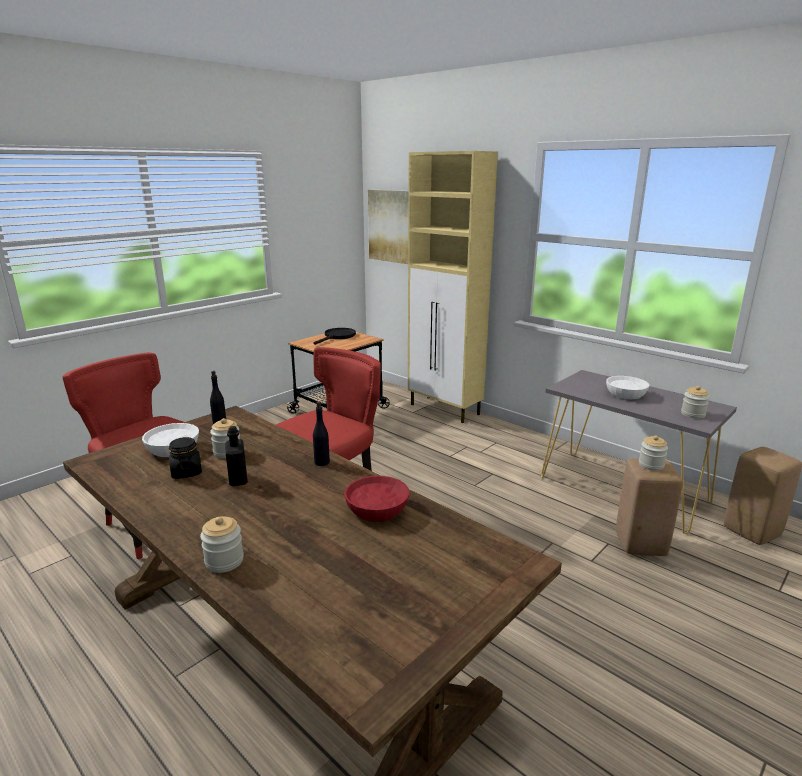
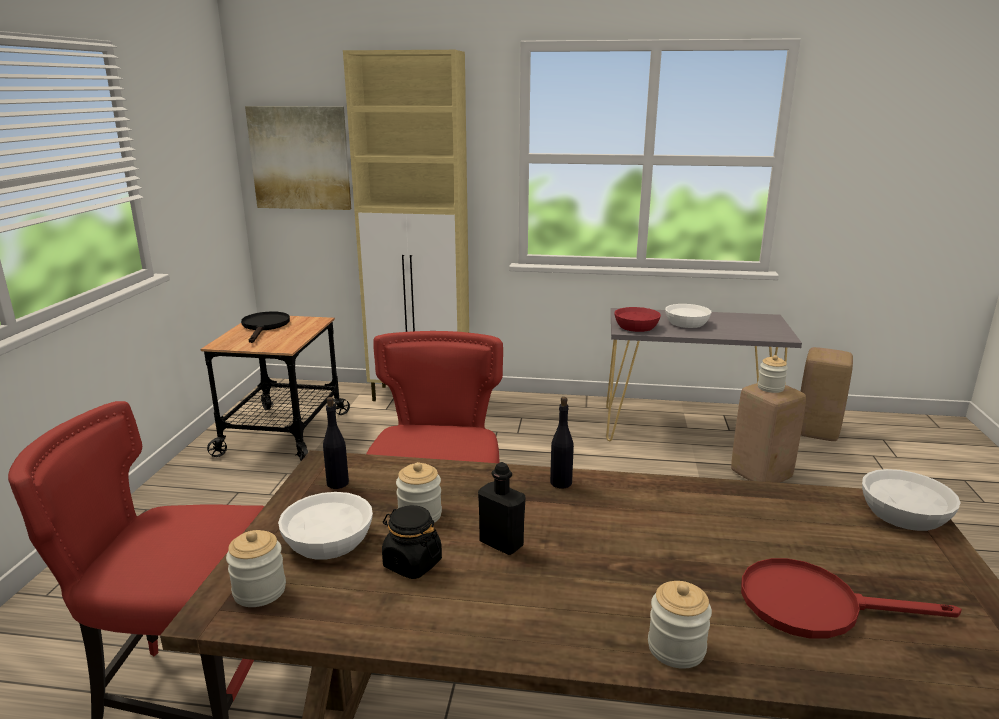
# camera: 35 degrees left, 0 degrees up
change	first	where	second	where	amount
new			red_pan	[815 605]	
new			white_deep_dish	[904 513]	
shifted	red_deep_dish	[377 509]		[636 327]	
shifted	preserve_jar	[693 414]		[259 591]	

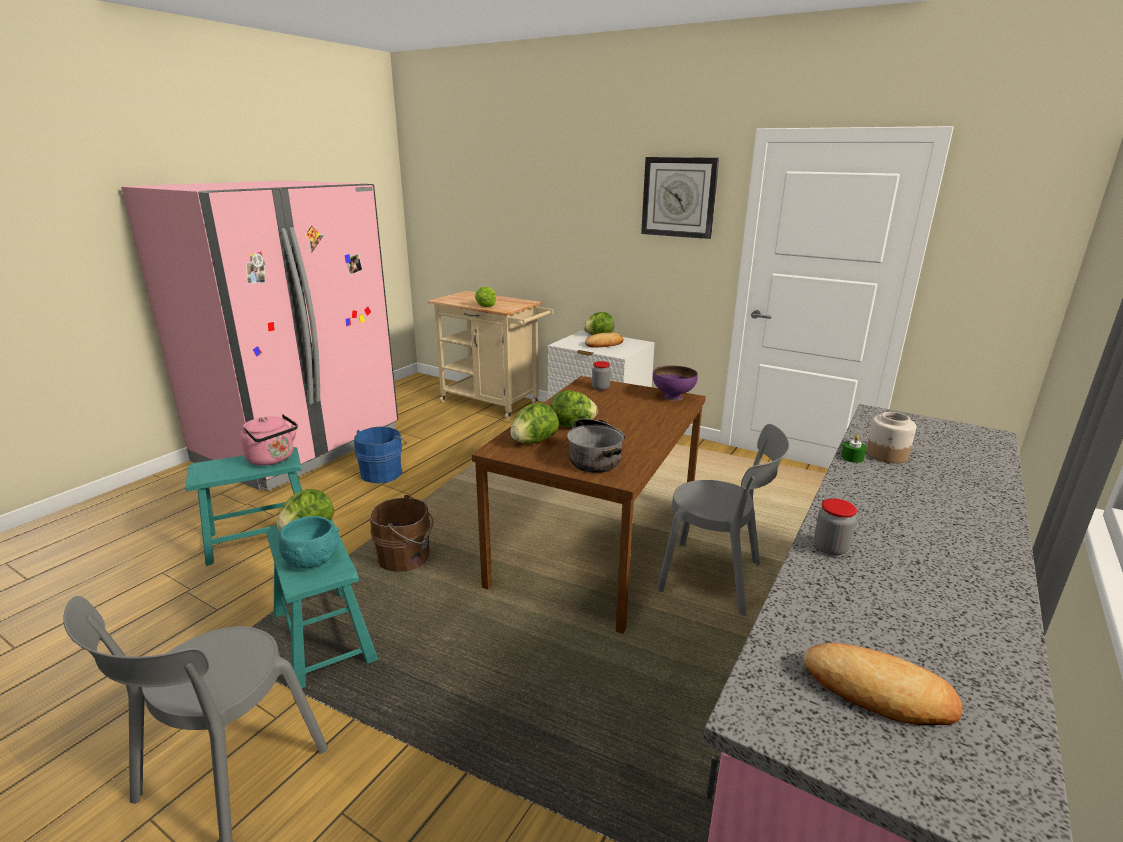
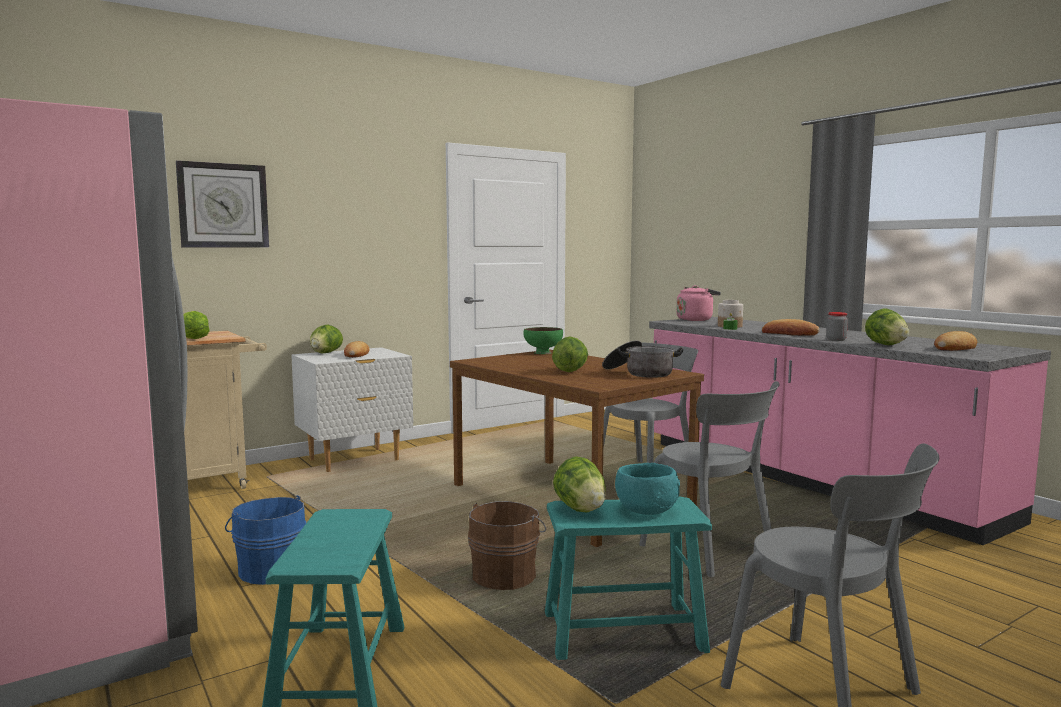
# camera: 65 degrees left, 15 degrees down
change	first	where	second	where	amount
gone	preserve_jar	[600 388]			
new			greyish_chair	[711 551]	
new			baked_bread	[789 334]	
shifted	pink-coloured_tea_kettle	[273 459]		[696 320]	
shifted	lettuce_head	[533 442]		[886 345]	
shifted	clock_on_the_wall	[679 197]		[223 205]	
repainted	purplish_deep_dish	[673 397]	green-coloured_deep_dish	[543 353]	

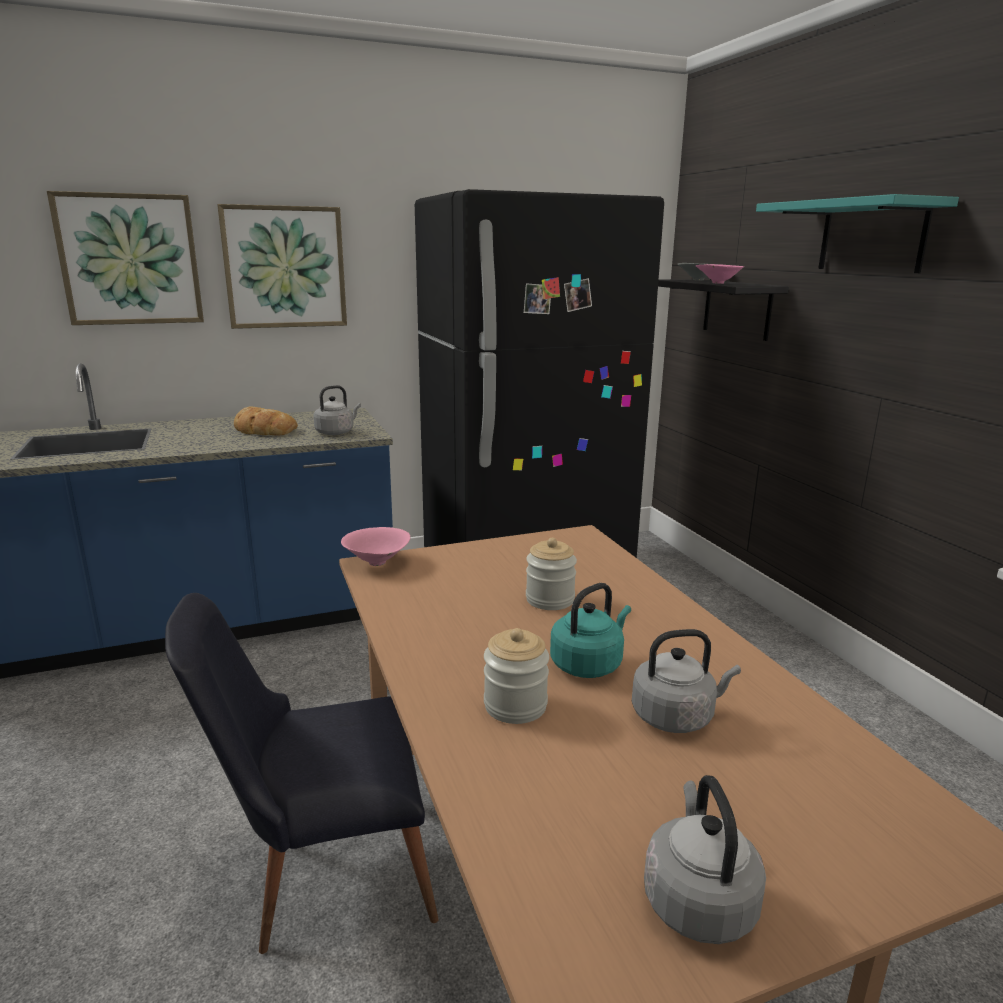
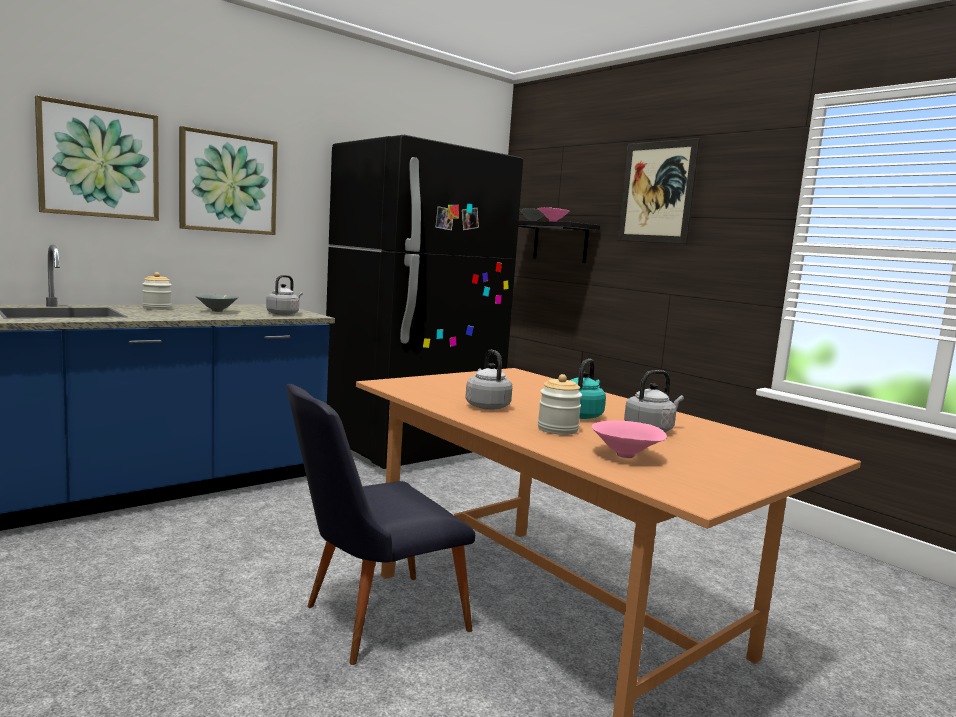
# camera: 20 degrees left, 10 degrees down
change	first	where	second	where	amount
shifted	pink-coloured_deep_dish	[377 563]		[627 456]	
shifted	preserve_jar	[550 599]		[157 308]	
shifted	greyish_tea_kettle	[697 899]		[486 406]	
swapped	baked_bread	[263 430]	greyish_deep_dish	[217 311]	
swapped	blue-green_bracket_shelf	[872 236]	picture	[657 192]	

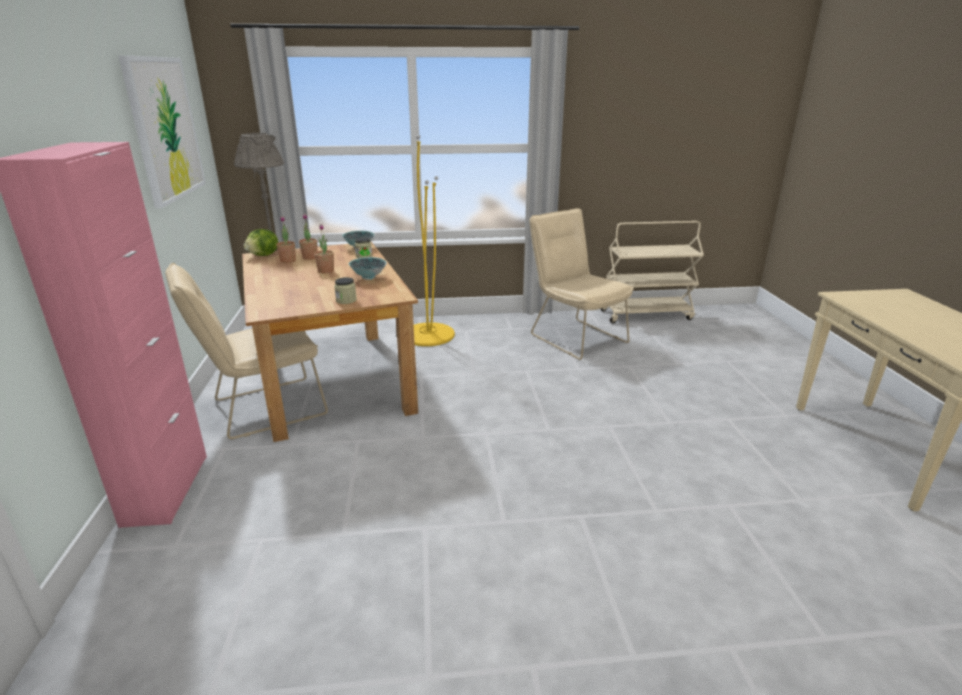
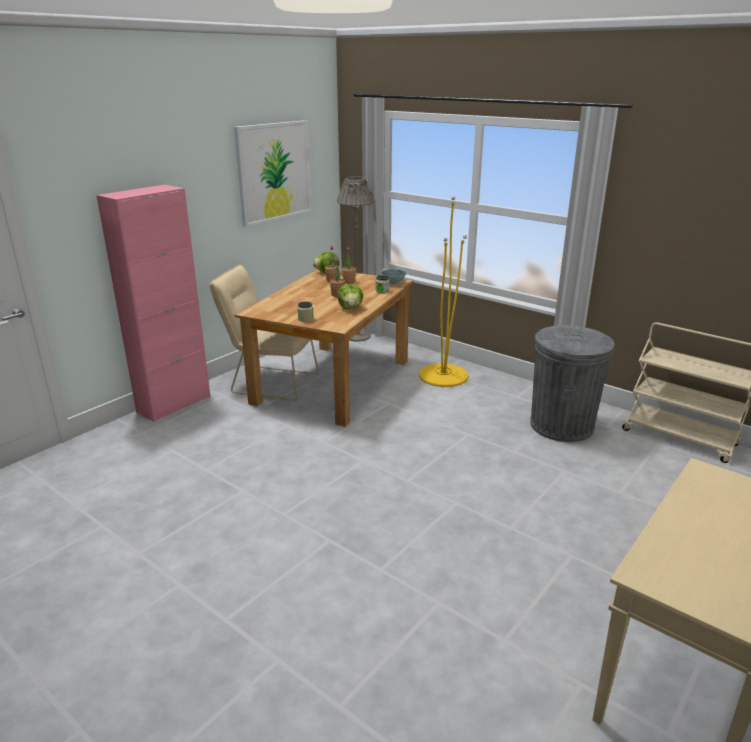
# camera: 45 degrees right, 0 degrees up
change	first	where	second	where	amount
swapped	deep_dish	[368 278]	lettuce_head	[350 308]	
swapped	sand-coloured_chair	[574 336]	greyish_rubbish_bin	[562 425]	

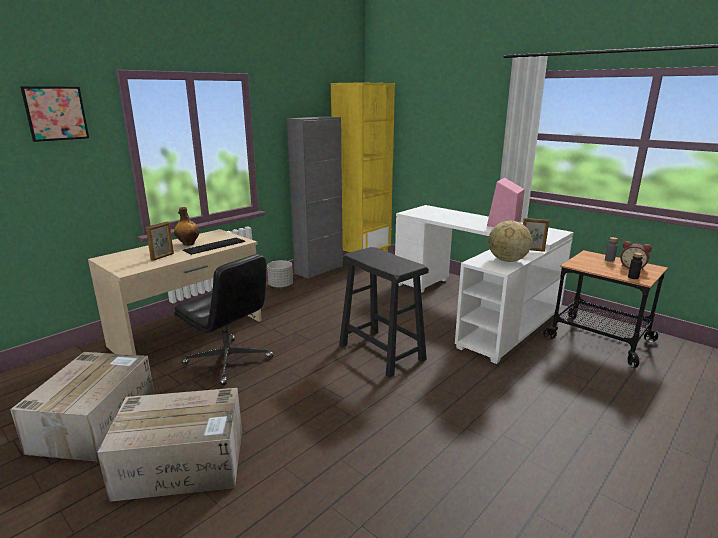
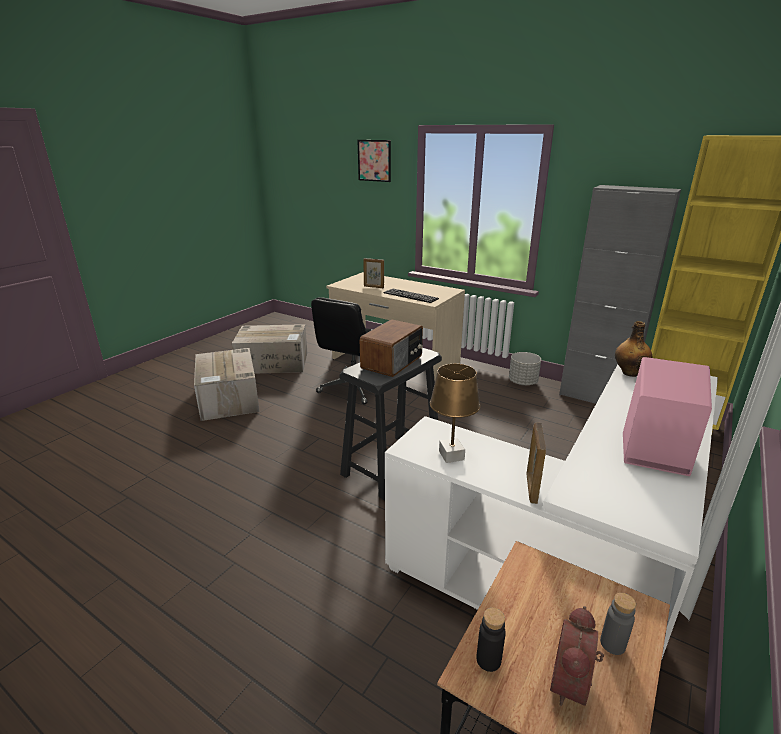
# camera: 80 degrees right, 5 degrees up
change	first	where	second	where	amount
new			radio	[393 362]	
shifted	beverage_bottle	[188 244]		[629 373]	
swapped	globe	[507 260]	brown_table_lamp	[451 455]	

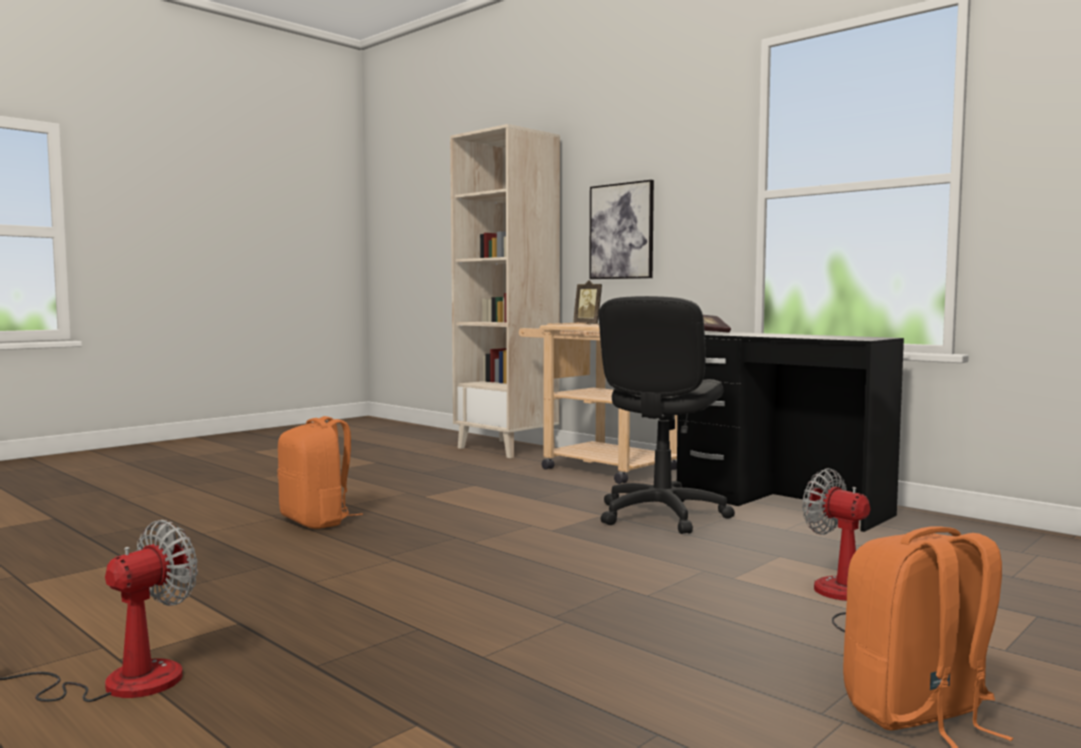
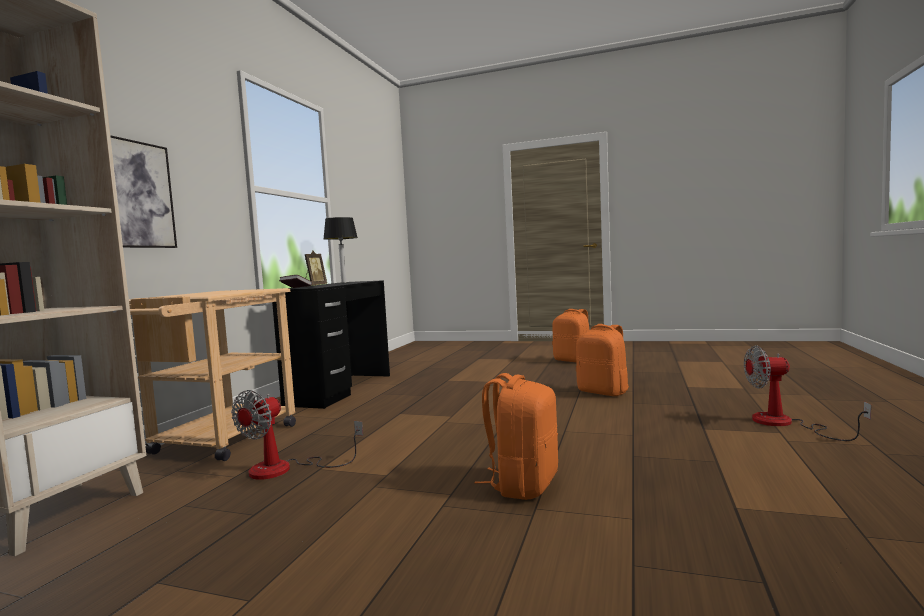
# camera: 115 degrees left, 0 degrees up
change	first	where	second	where	amount
gone	black-coloured_desk_chair	[661 515]			
new			table_lamp	[344 282]	
new			orange-coloured_rucksack	[603 392]	
shifted	picture_frame	[589 324]		[314 286]	
shifted	cooling_fan	[844 598]		[285 469]	

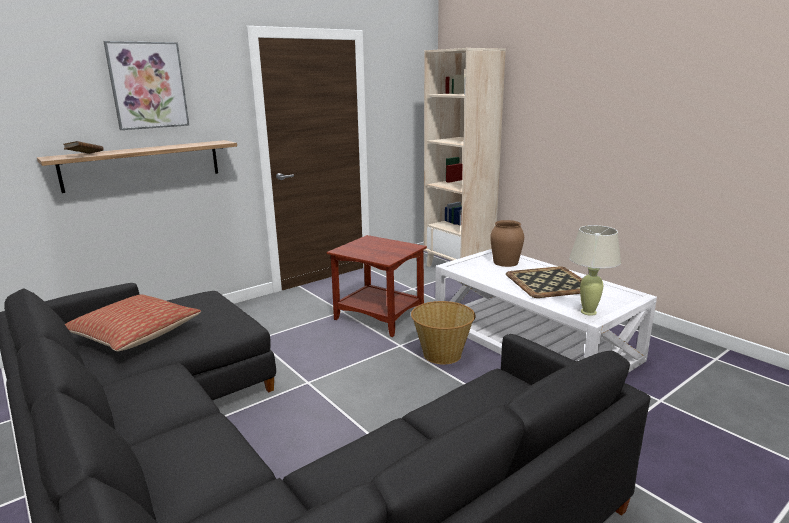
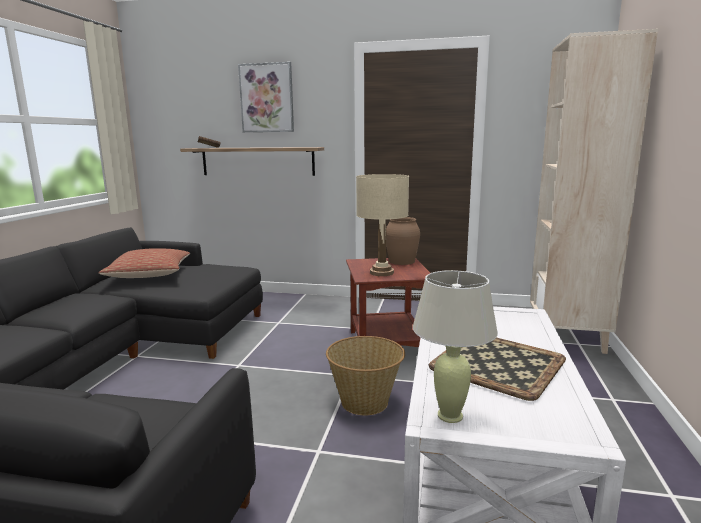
# camera: 50 degrees right, 5 degrees down
change	first	where	second	where	amount
new			sand-coloured_table_lamp	[381 273]	
shifted	brown_flower_vase	[506 262]		[401 261]	

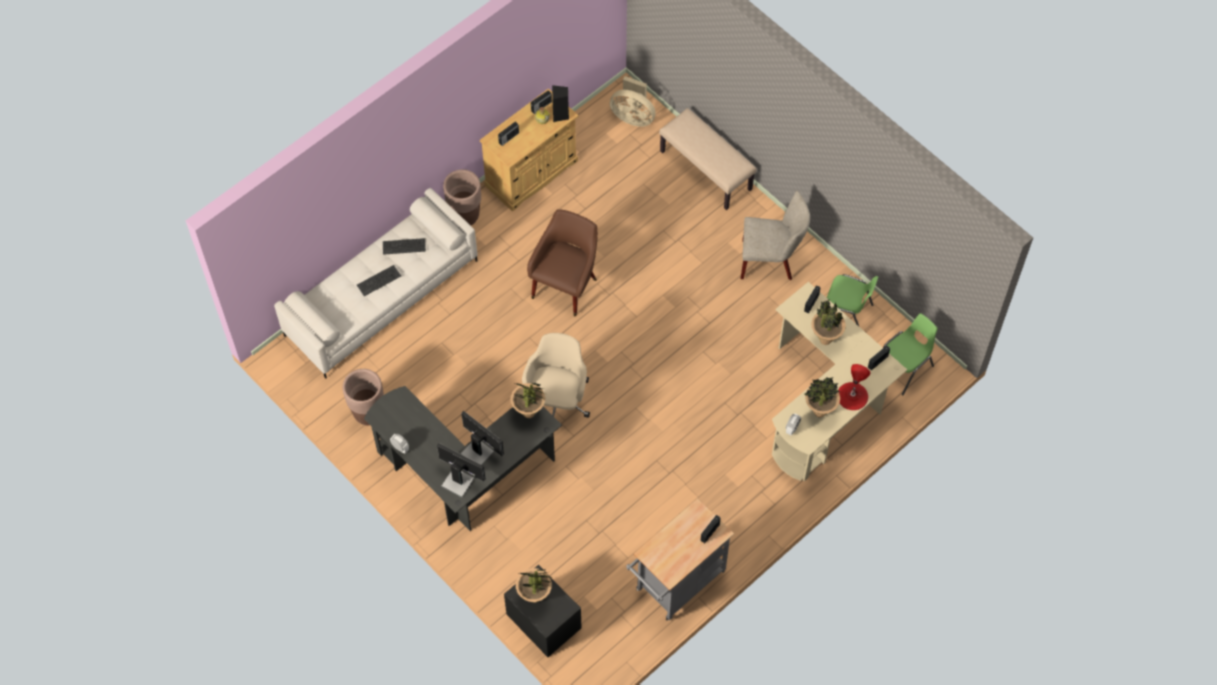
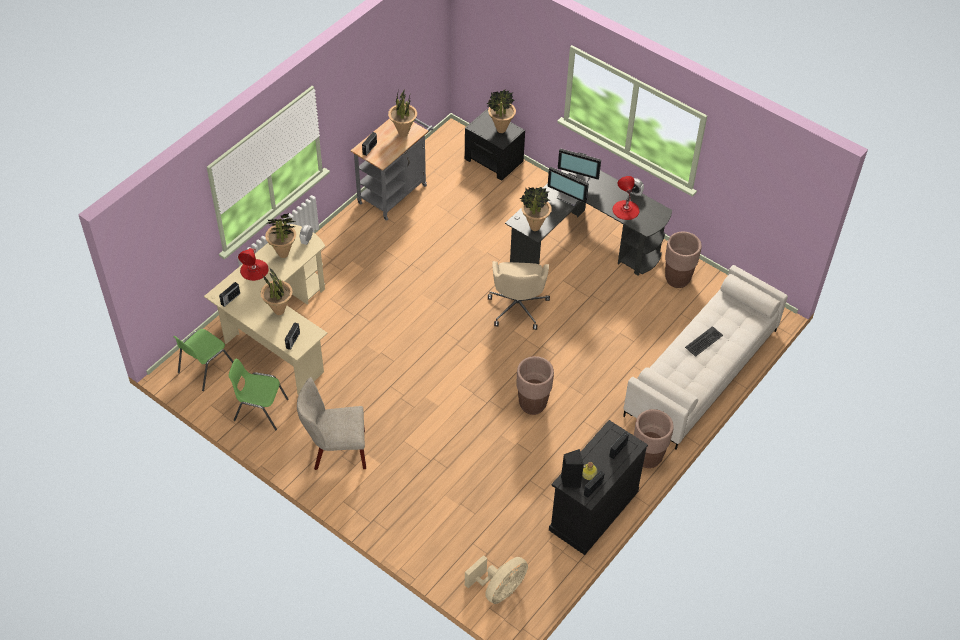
# camera: 170 degrees right, 10 degrees down
change	first	where	second	where	amount
gone	computer_keyboard	[404 246]			
gone	sand-coloured_bench	[706 170]			
new			plant_in_a_pot	[403 133]	
new			red_table_lamp	[625 210]	
swapped	brown_easy_chair	[566 284]	brown_planter	[532 404]	
repainted	sand-coloured_storage_cabinet	[531 173]	black-coloured_storage_cabinet	[593 510]	
rotated	sand-coloured_cooling_fan	[633 116]		[499 589]	120 degrees clockwise

